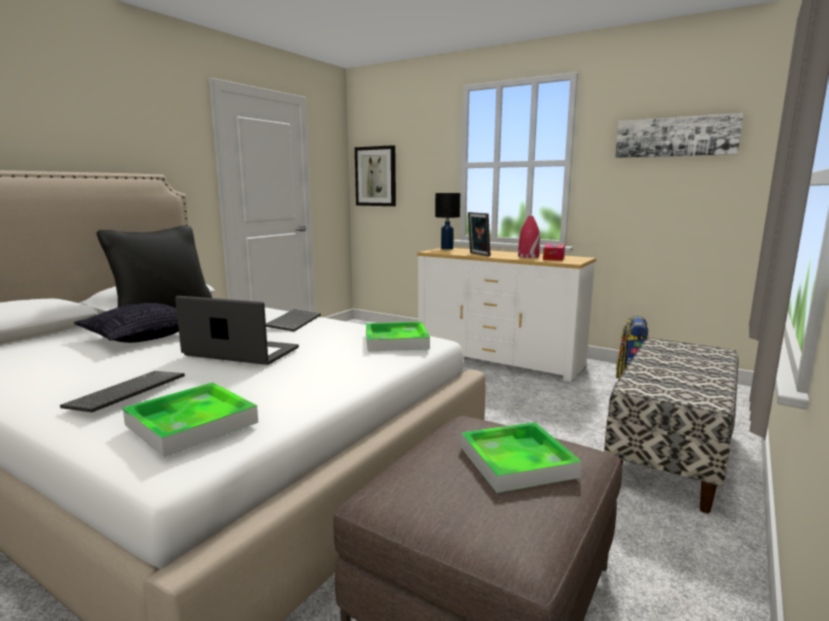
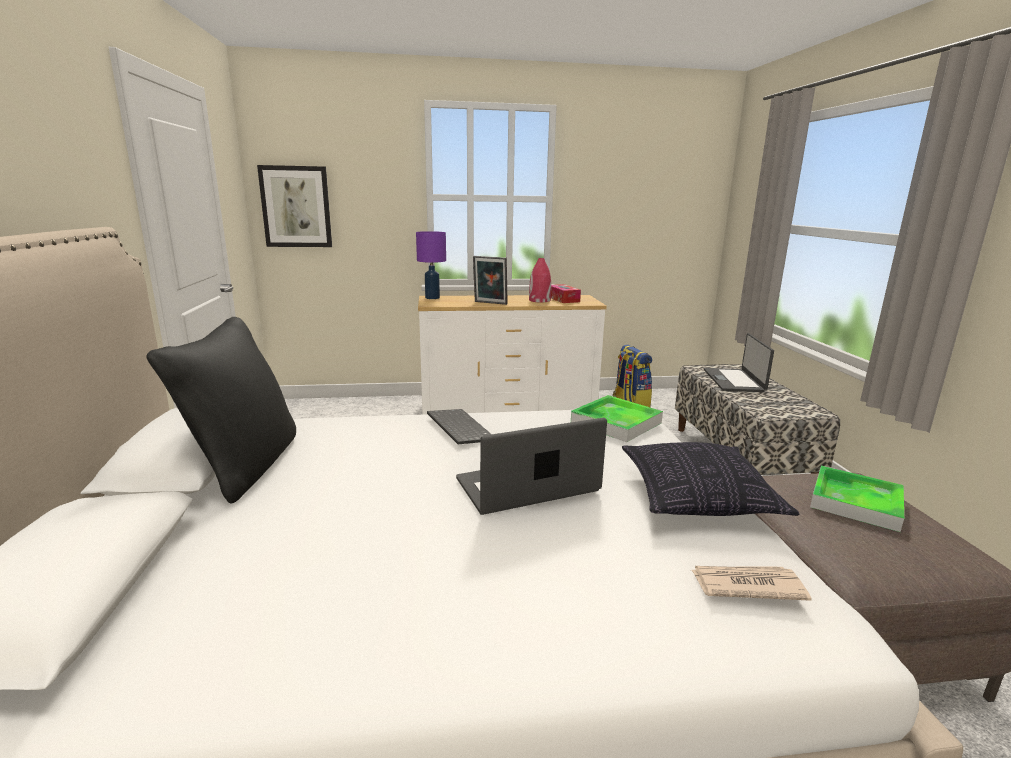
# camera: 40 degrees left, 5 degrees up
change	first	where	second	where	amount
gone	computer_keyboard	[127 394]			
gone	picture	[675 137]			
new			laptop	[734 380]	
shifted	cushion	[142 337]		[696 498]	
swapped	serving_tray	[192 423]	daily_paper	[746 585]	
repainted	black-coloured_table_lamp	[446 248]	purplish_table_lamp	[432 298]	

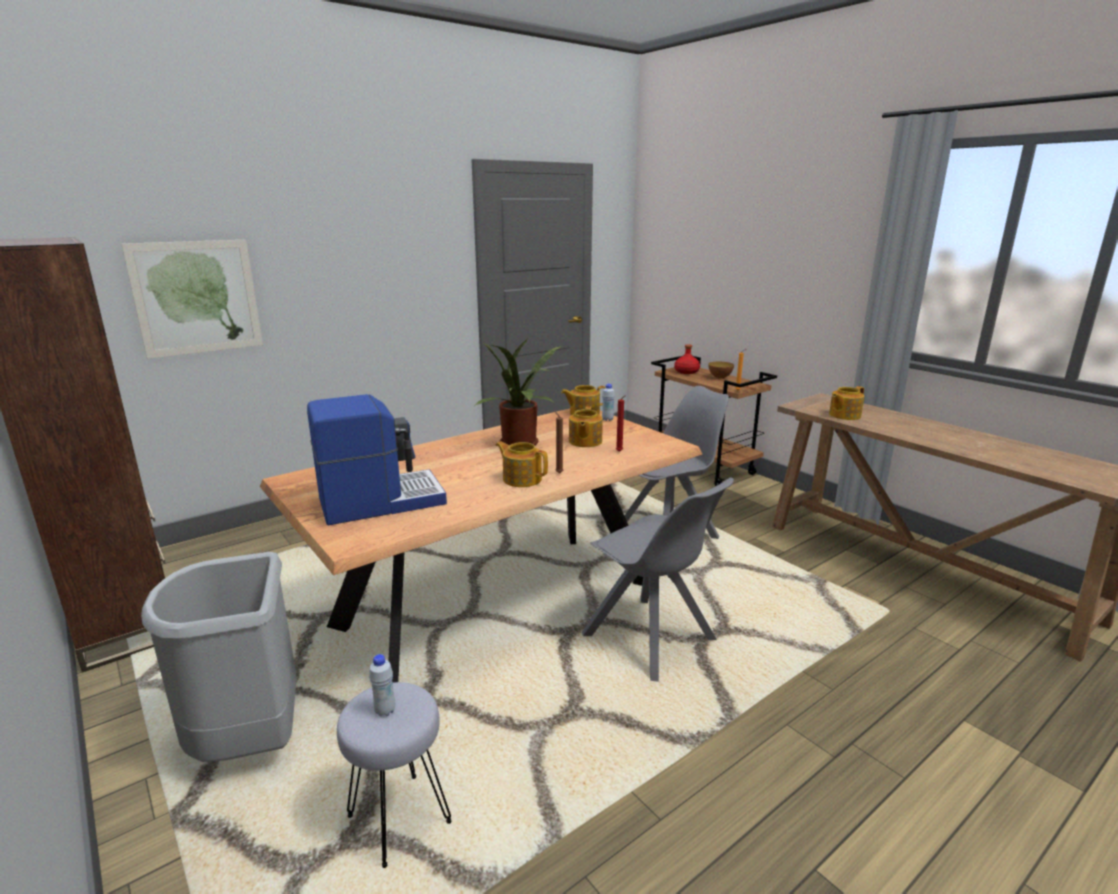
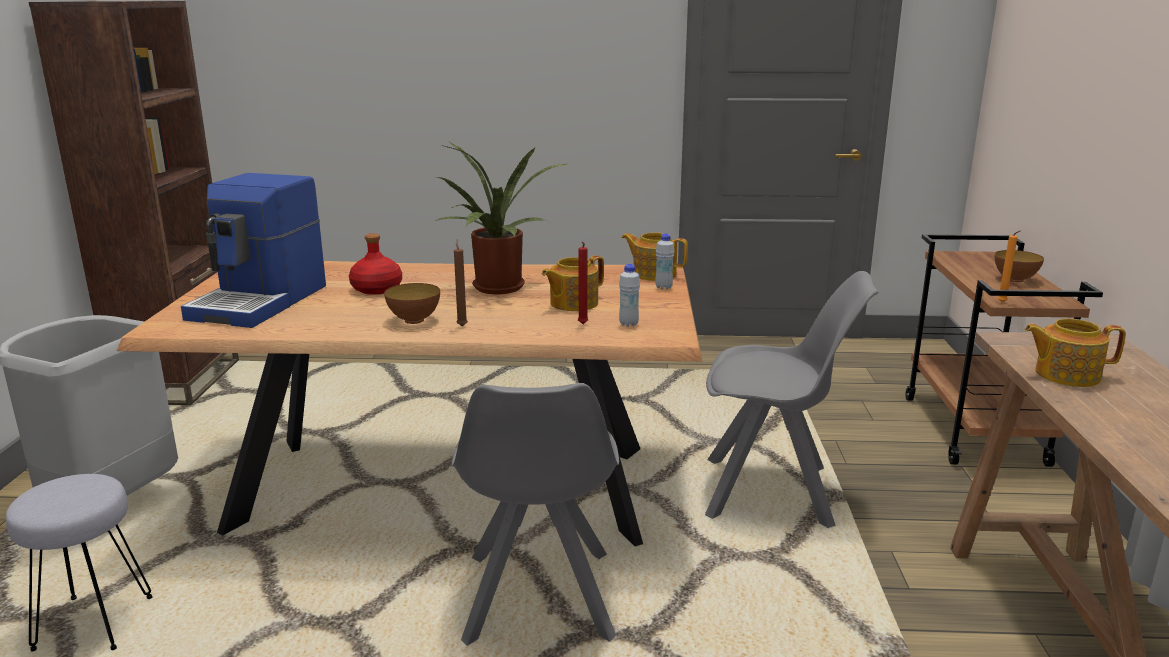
# camera: 40 degrees right, 0 degrees up
change	first	where	second	where	amount
gone	picture	[197 297]			
shifted	white_beverage_bottle	[385 711]		[628 324]	
shifted	red_beverage_bottle	[686 372]		[377 289]	
swapped	teapot	[522 479]	deep_dish	[414 320]	
rotated	coffee_maker	[380 501]		[261 302]	90 degrees clockwise

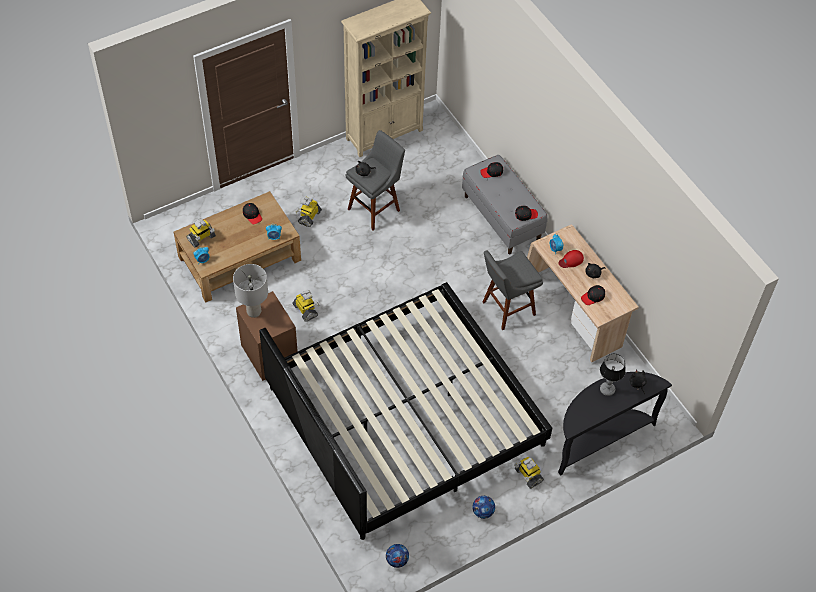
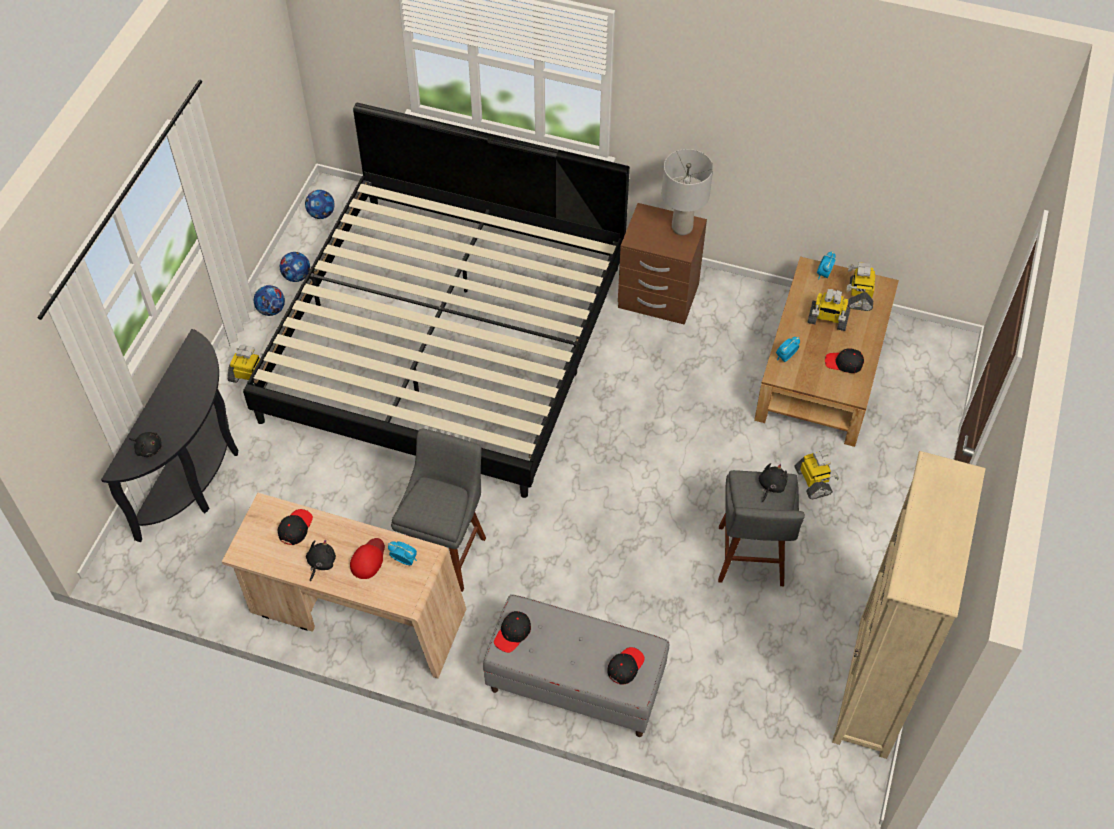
# camera: 140 degrees right, 0 degrees up
change	first	where	second	where	amount
gone	table_lamp	[607 390]			
new			ball_for_football	[297 276]	
shifted	model_robot	[306 310]		[827 320]	

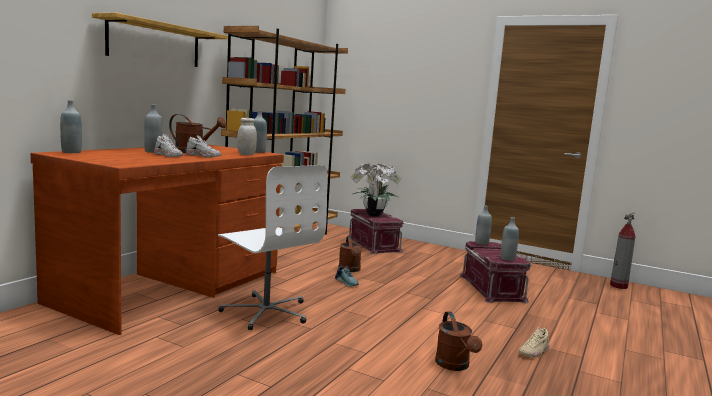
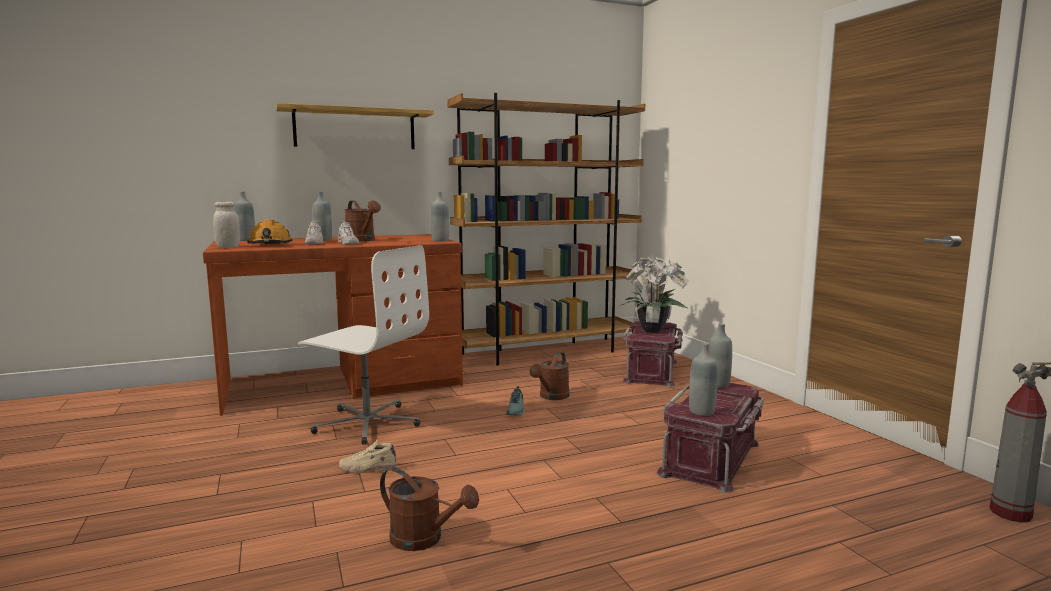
# camera: 40 degrees right, 0 degrees up
change	first	where	second	where	amount
new			orange-coloured_hard_hat	[270 245]	
shifted	white_preserve_jar	[246 154]		[228 247]	
shifted	sand-coloured_shoe	[534 352]		[367 468]	
rotated	white_desk_chair	[266 312]		[367 423]	60 degrees counterclockwise
rotated	brown_sprinkling_can	[455 366]		[424 539]	90 degrees counterclockwise

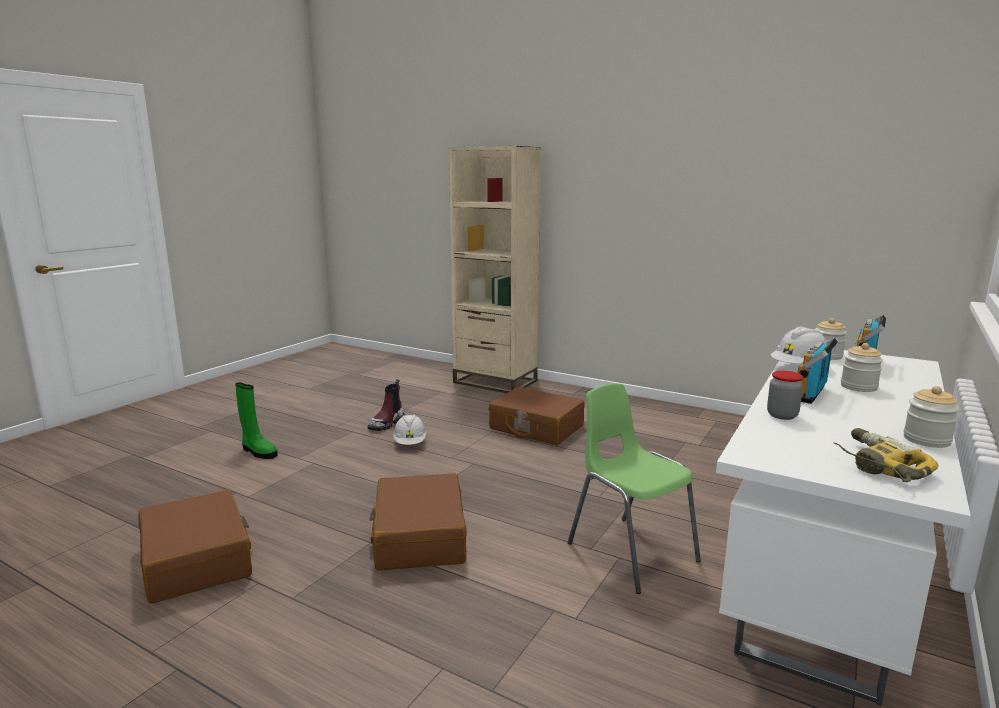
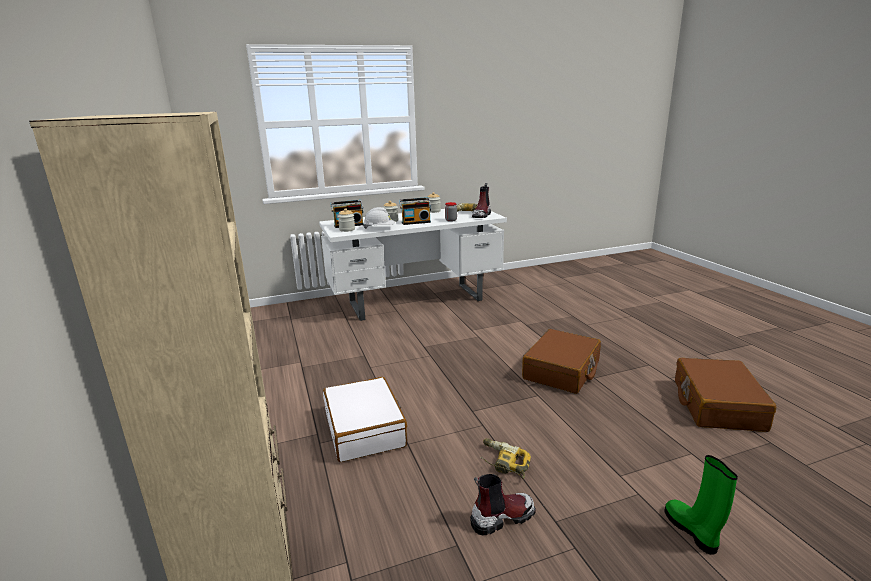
# camera: 140 degrees left, 5 degrees up
change	first	where	second	where	amount
gone	green-coloured_chair	[630 552]			
new			boot	[481 215]	
swapped	white_hard_hat	[410 443]	electric_drill	[503 463]	
repainted	brown_piece_of_luggage	[536 428]	white_piece_of_luggage	[365 429]	

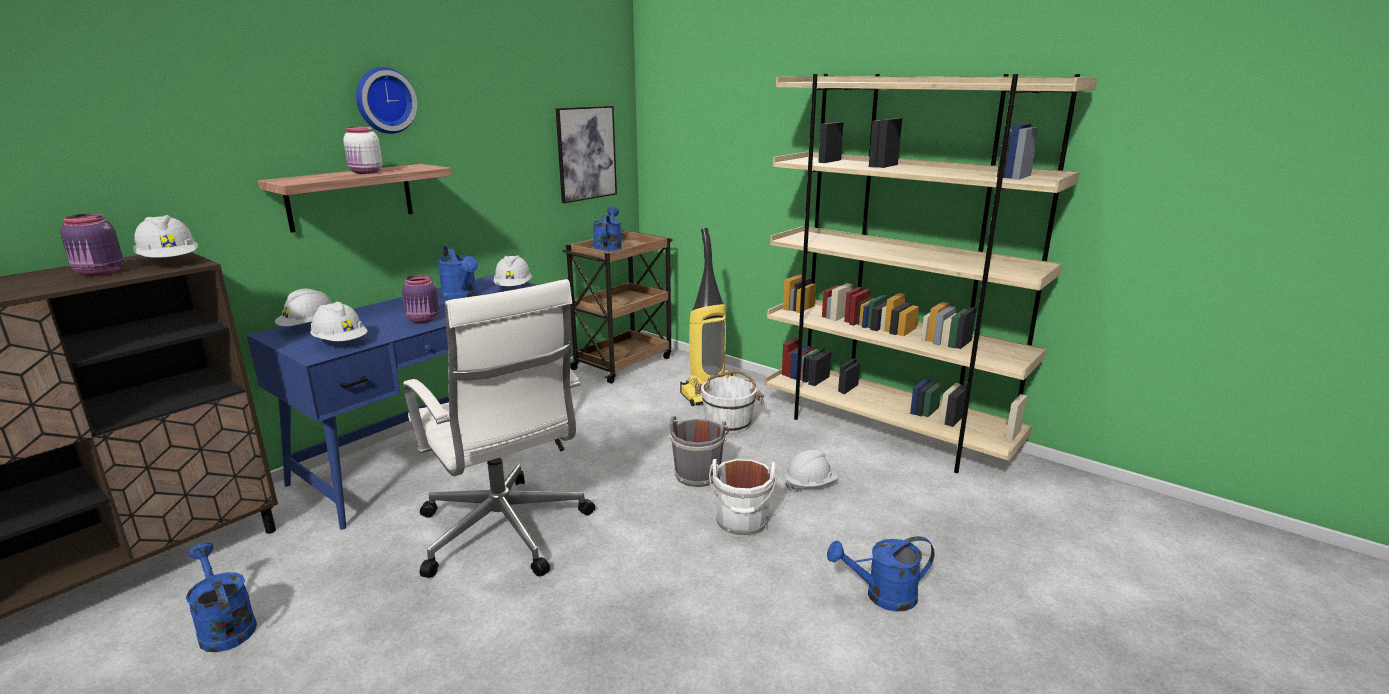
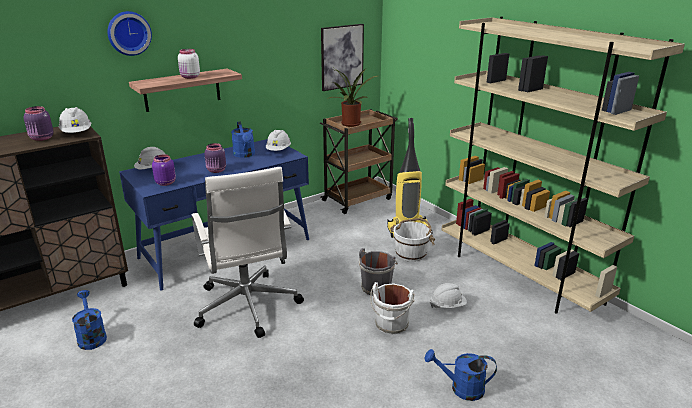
# camera: 15 degrees right, 5 degrees up
change	first	where	second	where	amount
shifted	clock_on_the_wall	[384 100]		[128 33]	
swapped	white_hard_hat	[341 342]	purplish_preserve_jar	[166 182]	
swapped	blue_sprinkling_can	[608 251]	plant_in_a_pot	[351 125]	

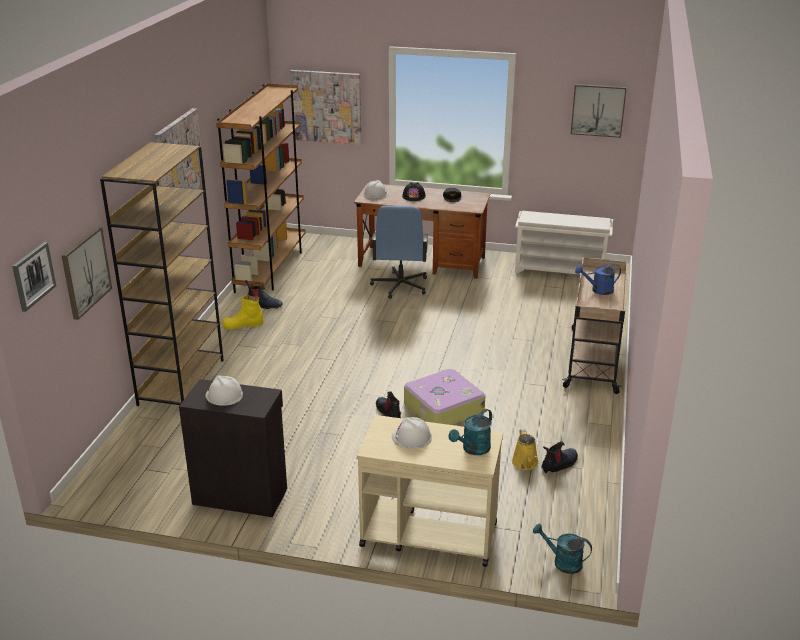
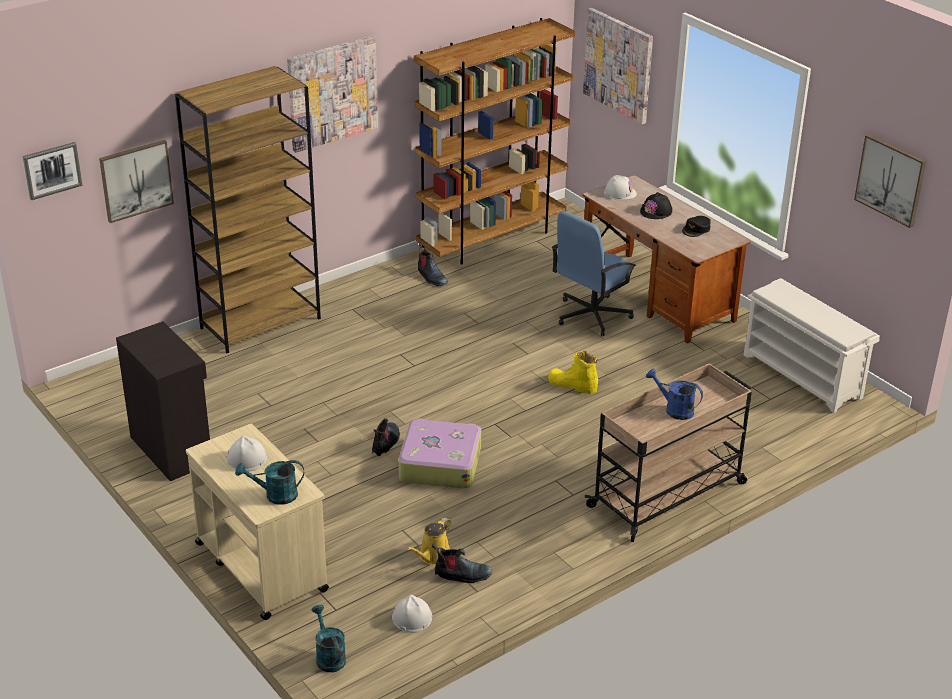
# camera: 40 degrees right, 5 degrees up
change	first	where	second	where	amount
shifted	white_hard_hat	[224 395]		[411 617]	
shifted	yellow-coloured_boot	[243 325]		[572 385]	

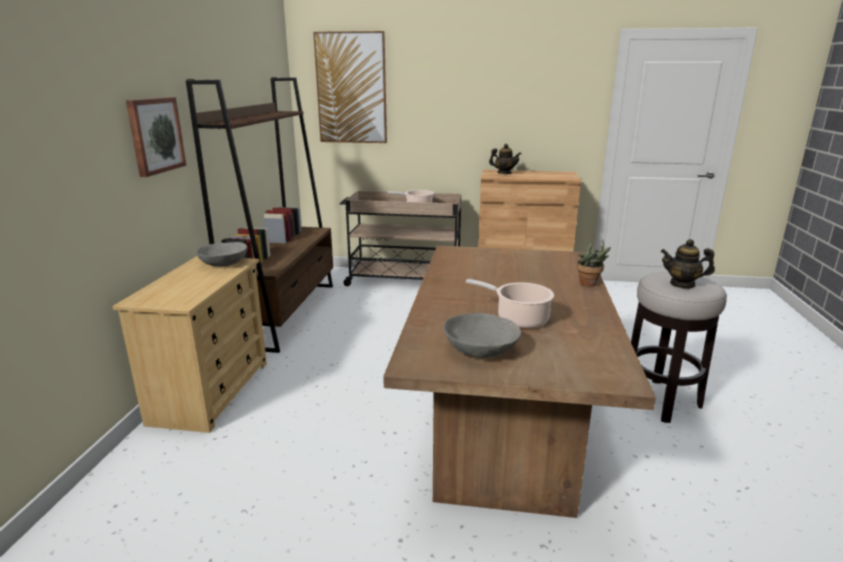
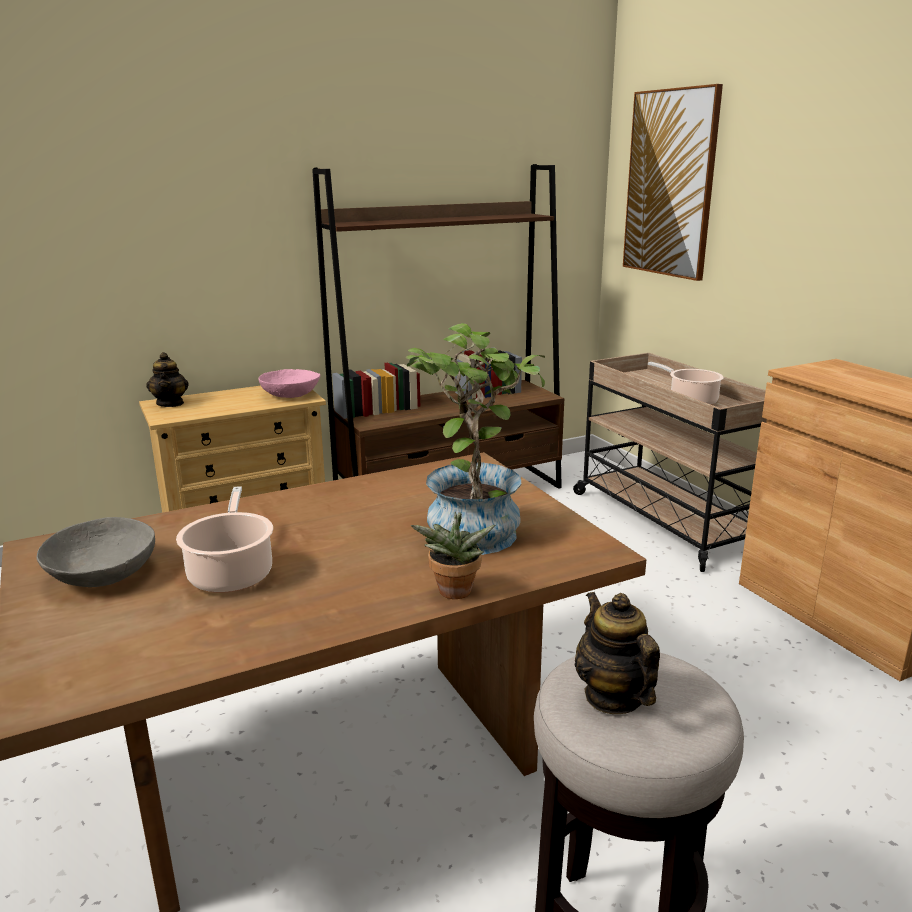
# camera: 55 degrees right, 0 degrees up
change	first	where	second	where	amount
gone	picture	[155 135]			
new			plant_in_a_pot	[474 527]	
shifted	teapot	[504 173]		[170 403]	
repainted	greyish_deep_dish	[224 263]	pink-coloured_deep_dish	[290 395]	

